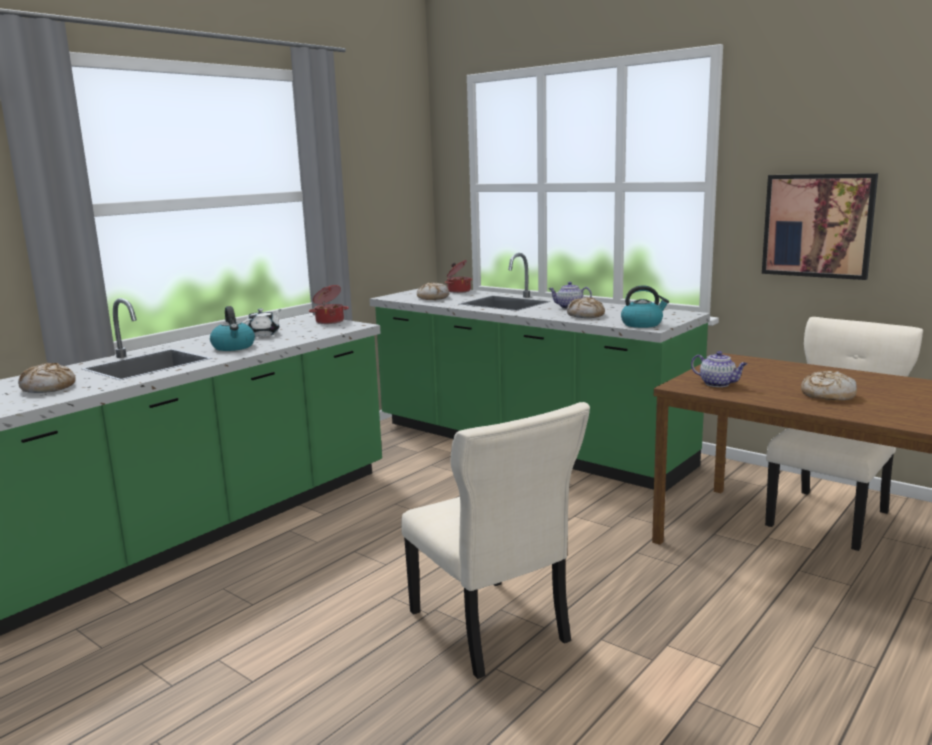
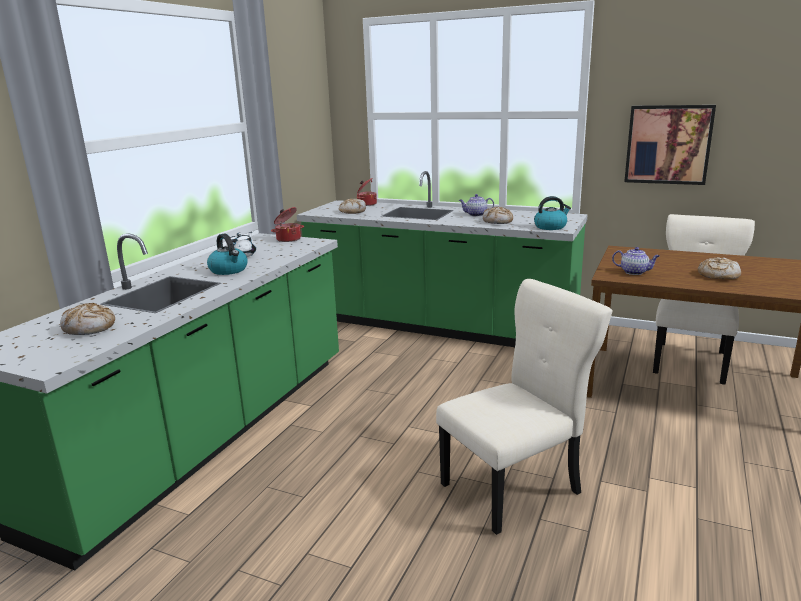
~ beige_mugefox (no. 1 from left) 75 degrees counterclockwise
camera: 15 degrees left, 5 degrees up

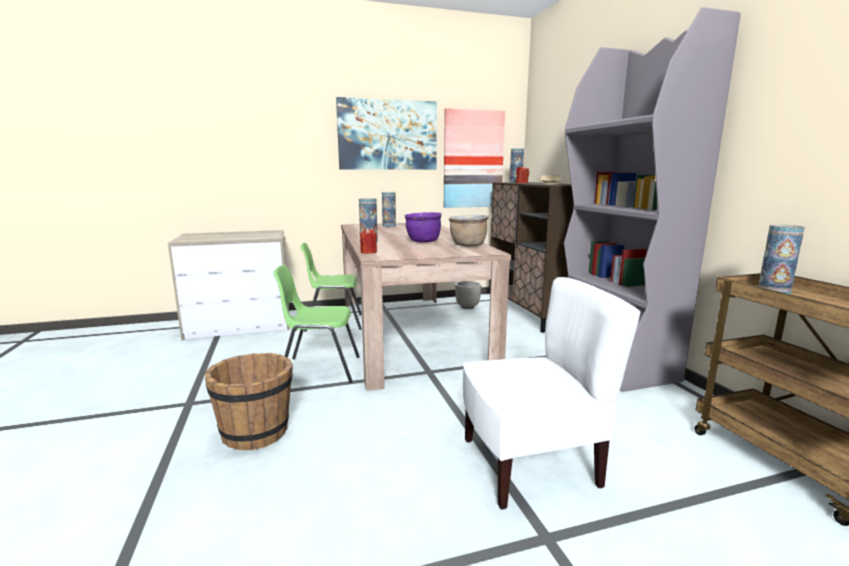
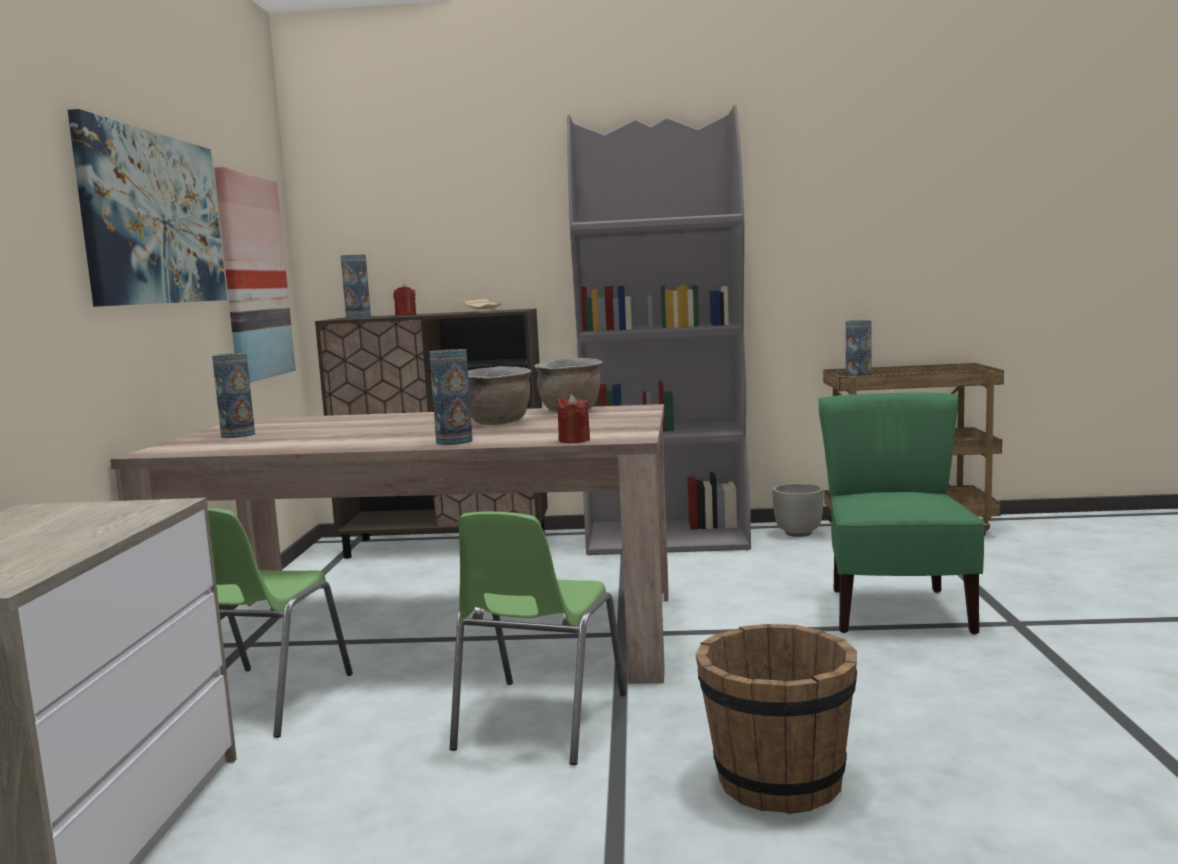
~ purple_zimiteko to brown_zimiteko (no. 1 from left)
~ white_mugefox to green_mugefox (no. 3 from left)
~ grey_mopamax
camera: 70 degrees left, 5 degrees down

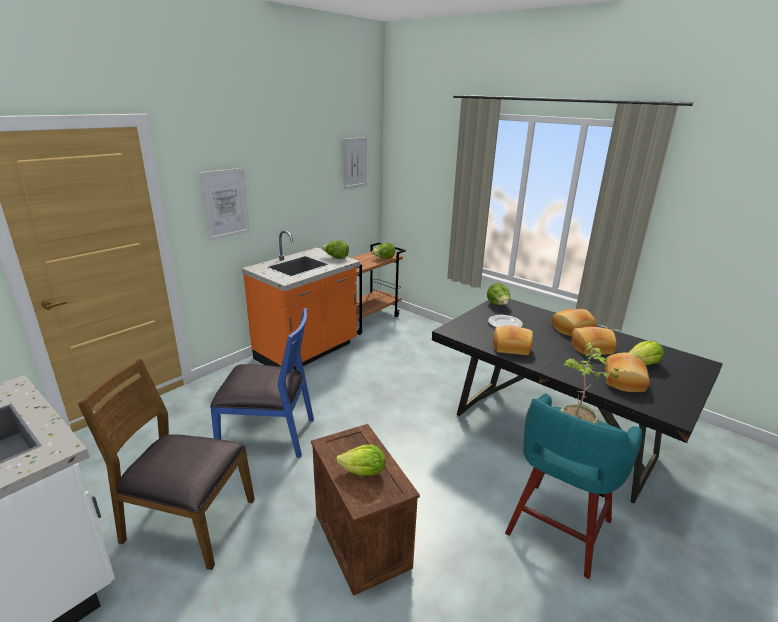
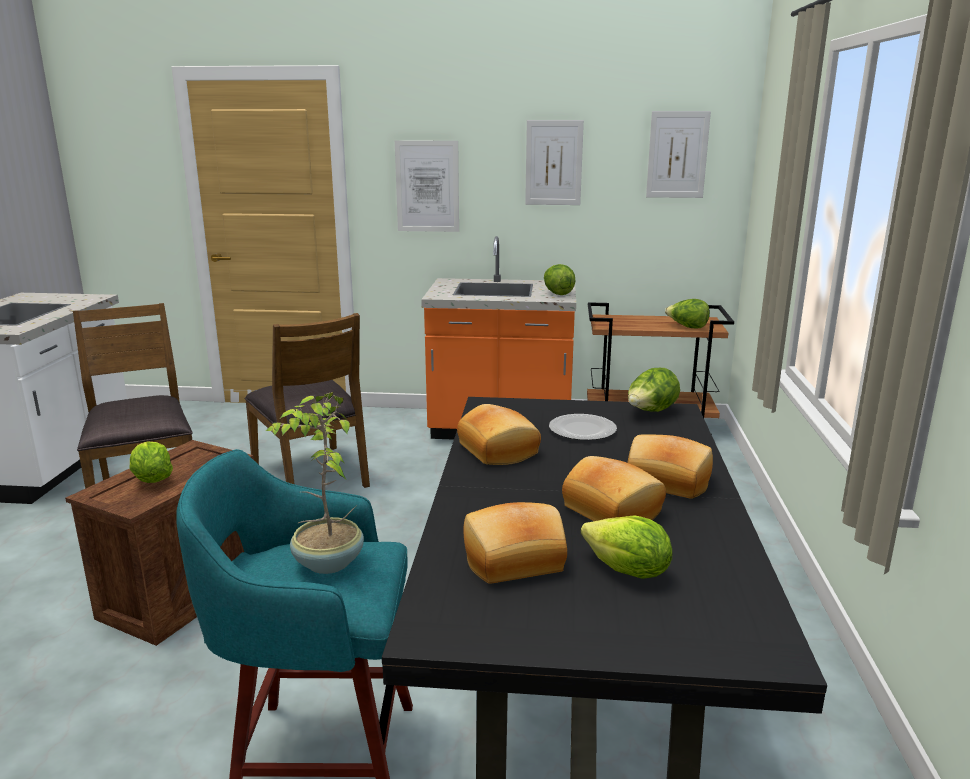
~ blue_mugefox to brown_mugefox (no. 2 from left)
+ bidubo (no. 2 from left)
camera: 55 degrees right, 5 degrees down

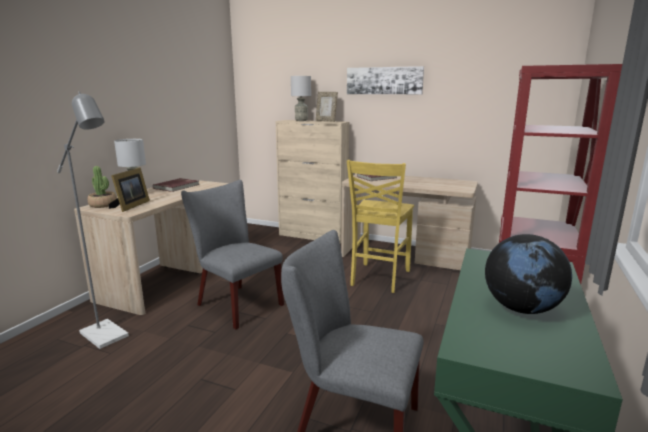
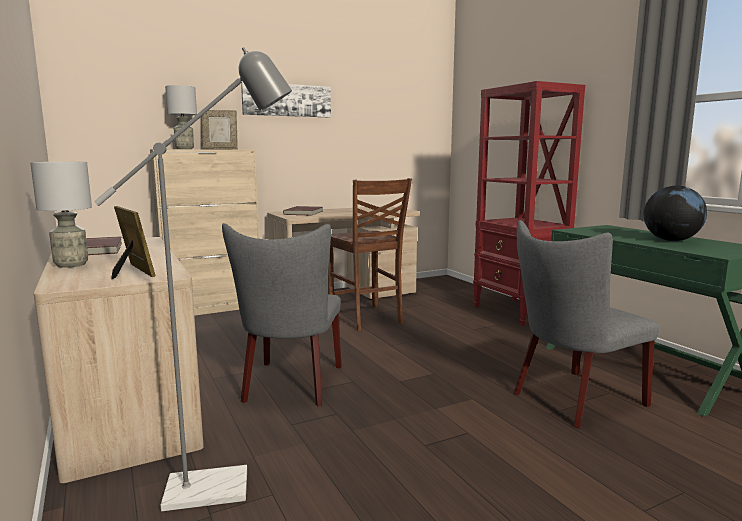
~ yellow_mugefox to brown_mugefox
- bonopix
~ grey_mugefox (no. 1 from left) 75 degrees counterclockwise
camera: 50 degrees left, 5 degrees down

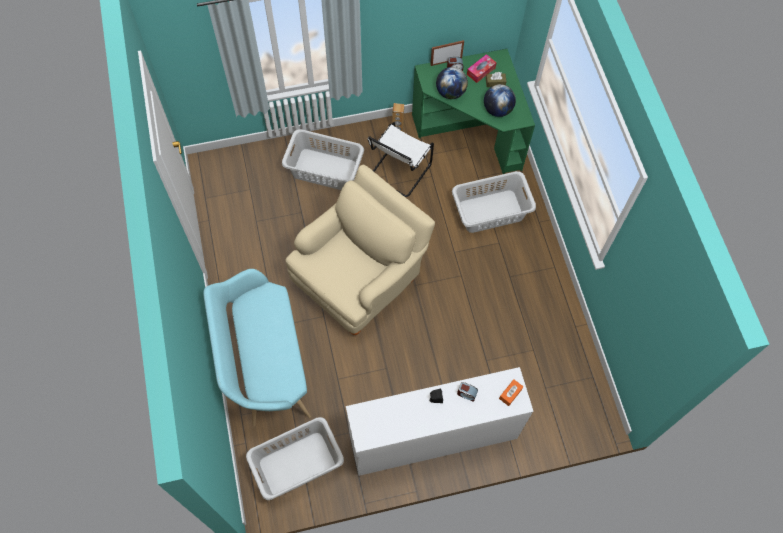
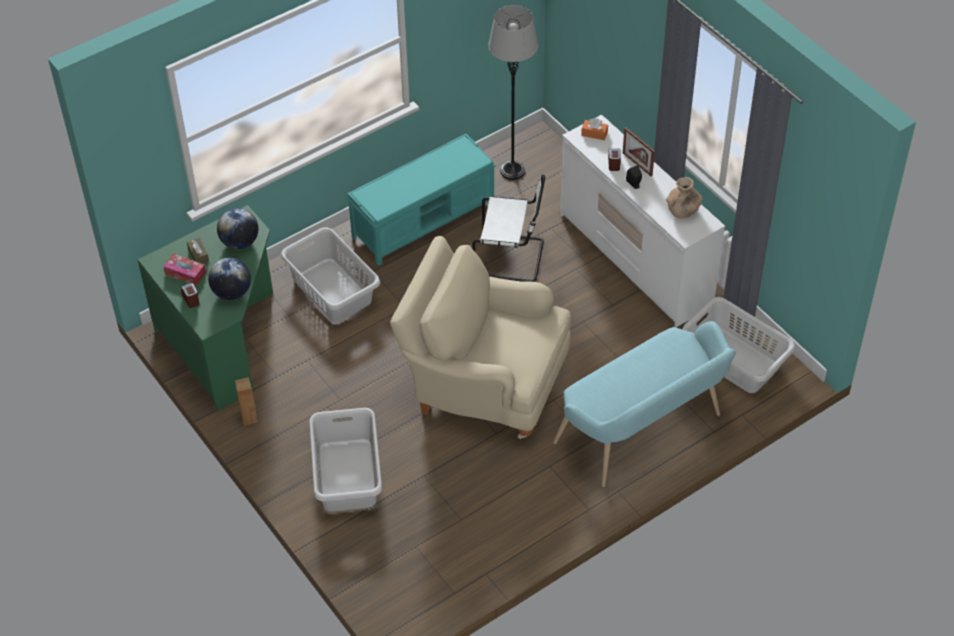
~ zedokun
~ white_mugefox
+ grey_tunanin
+ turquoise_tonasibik (no. 1 from left)
+ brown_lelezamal
camera: 110 degrees left, 15 degrees down

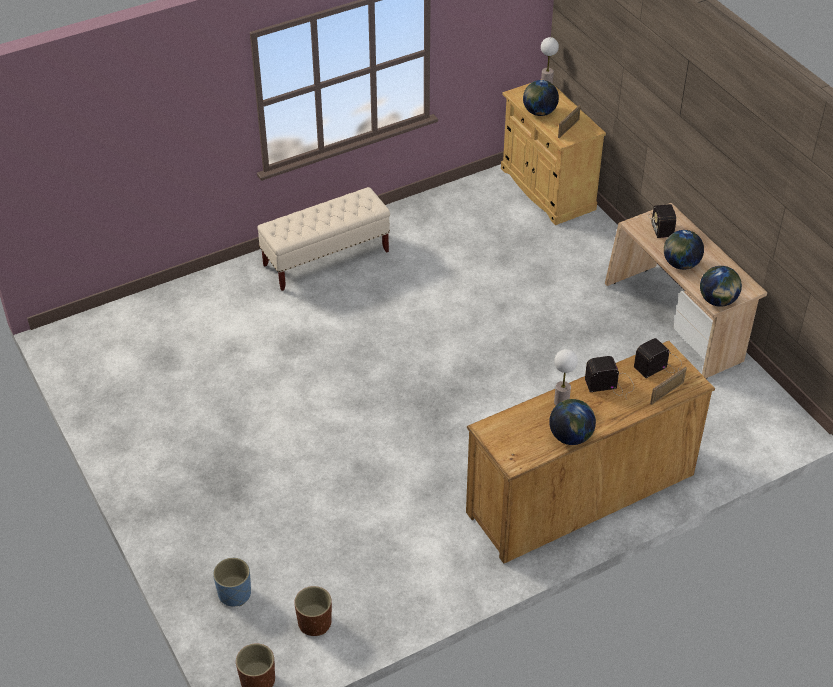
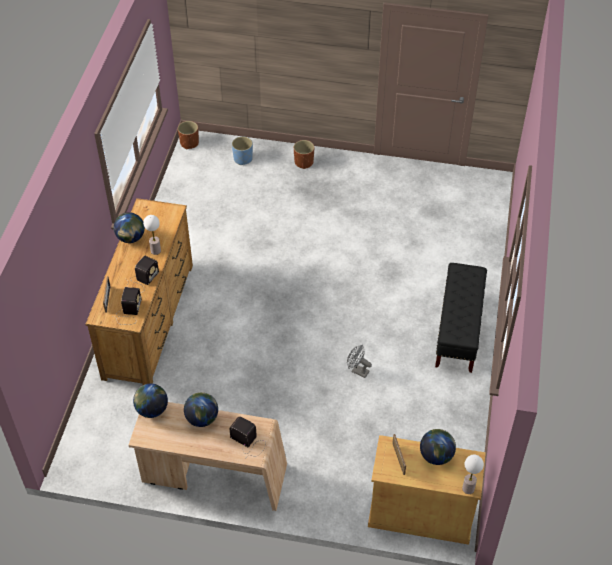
~ beige_tonasibik to black_tonasibik
~ brown_mopamax (no. 2 from left)
+ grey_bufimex
camera: 130 degrees right, 5 degrees up

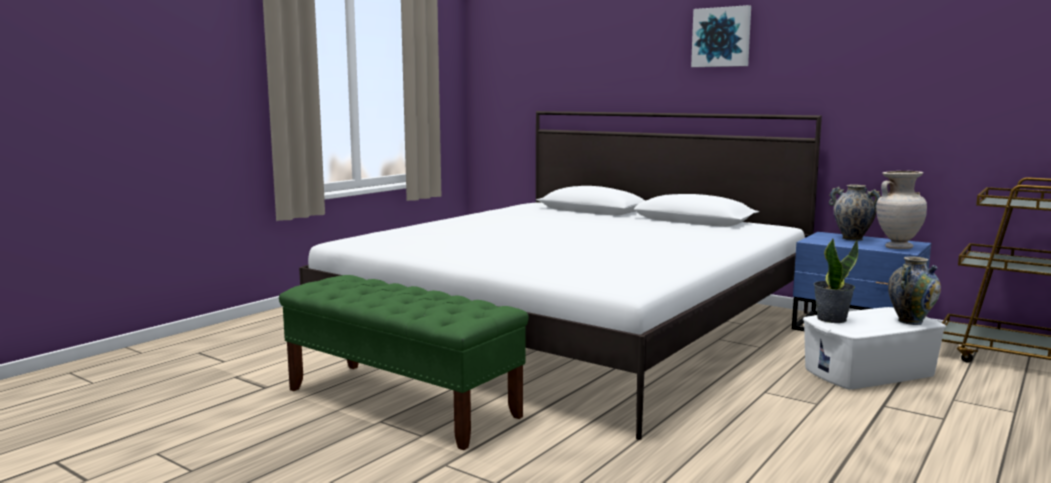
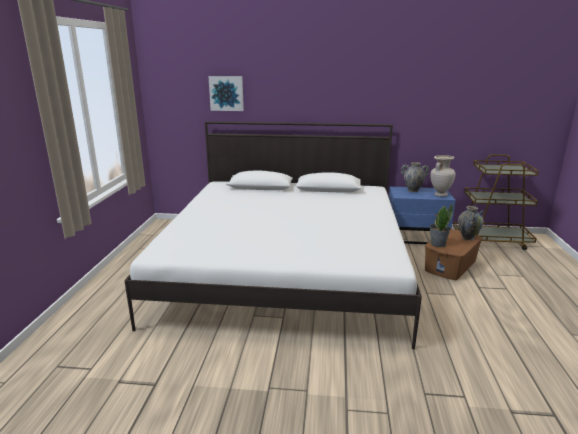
~ bidubo
- green_tonasibik
~ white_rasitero to brown_rasitero
camera: 30 degrees left, 10 degrees up

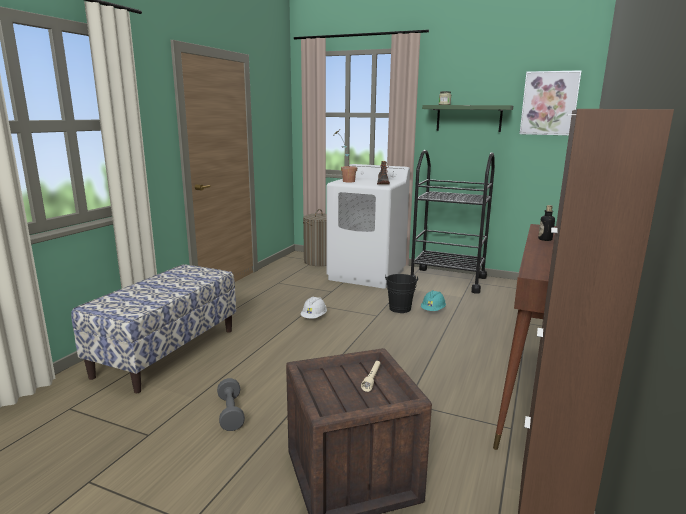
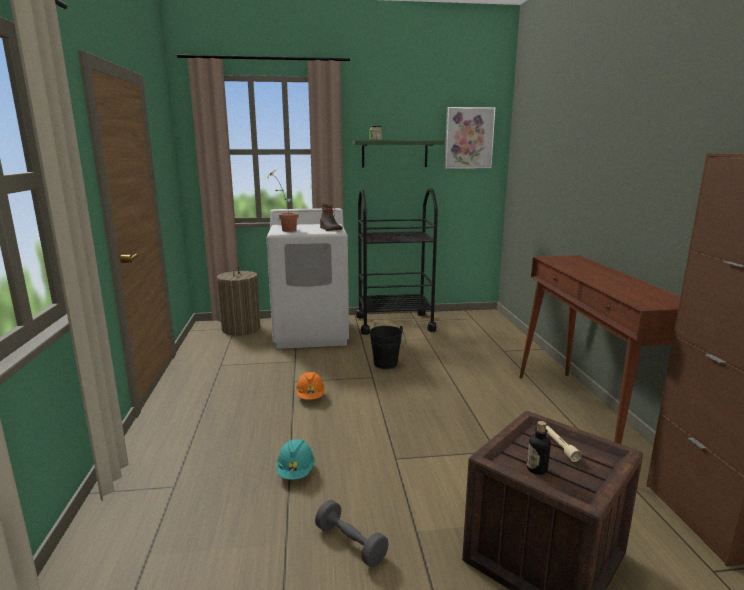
~ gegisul
- tonasibik
~ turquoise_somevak
~ white_somevak to orange_somevak
camera: 30 degrees left, 0 degrees up

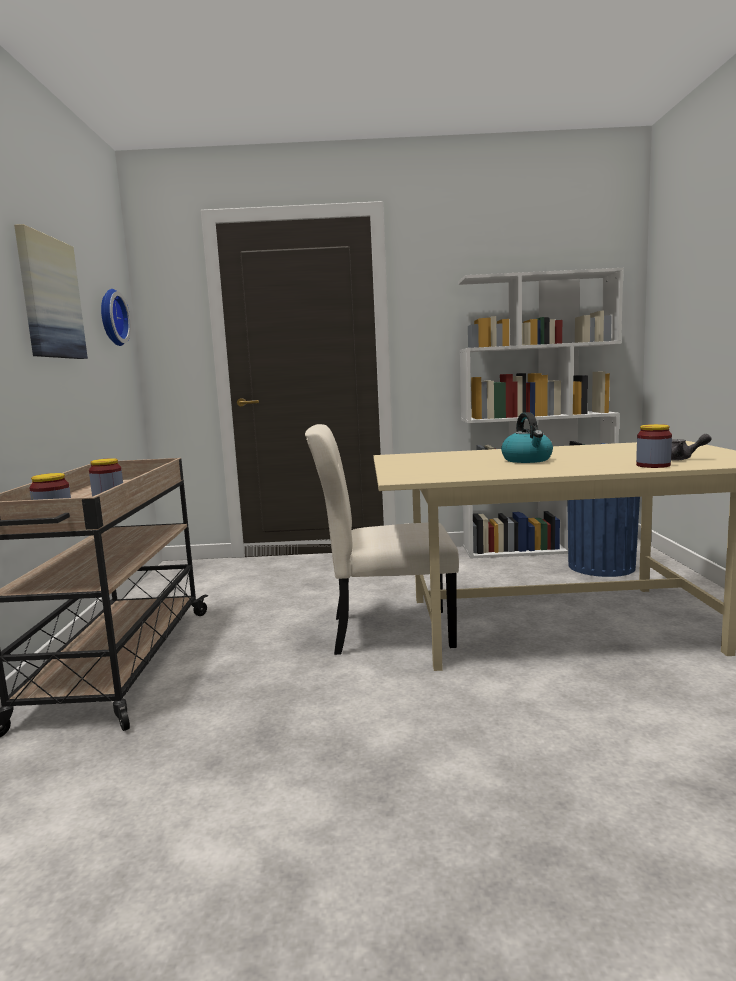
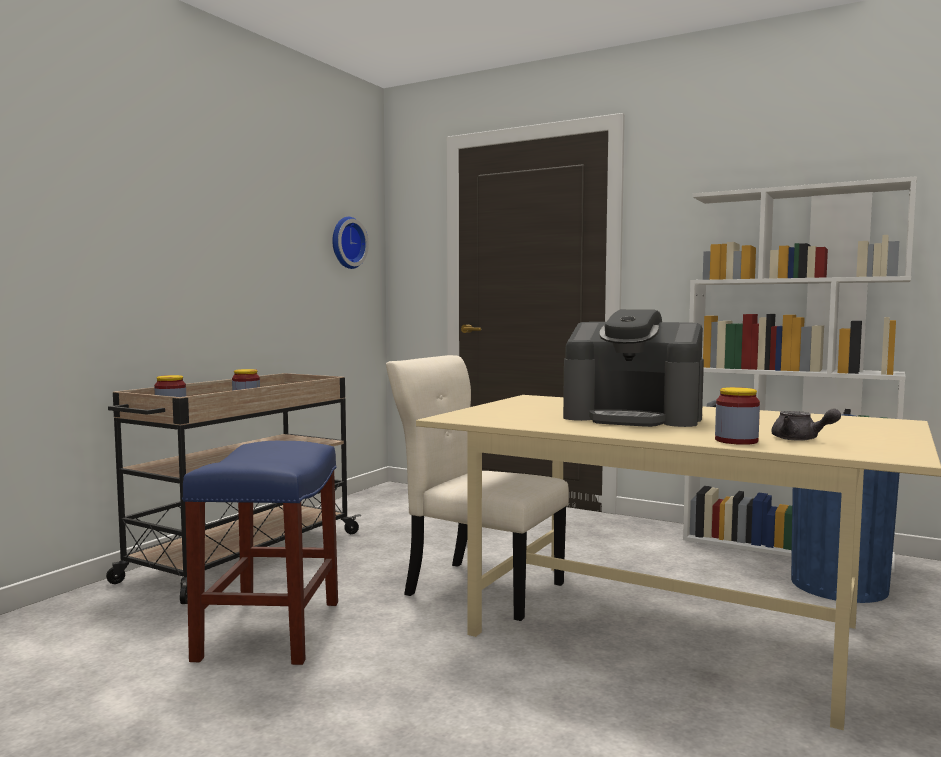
- bidubo
~ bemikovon to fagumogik
+ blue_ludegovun
camera: 30 degrees right, 5 degrees down

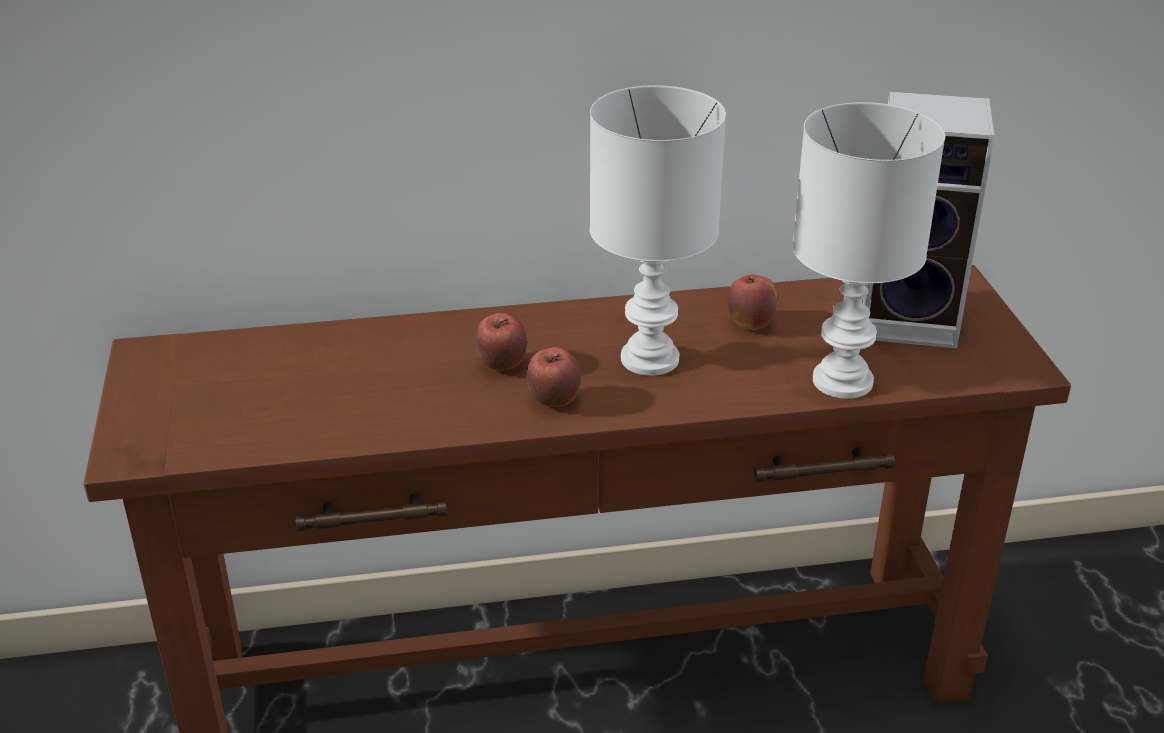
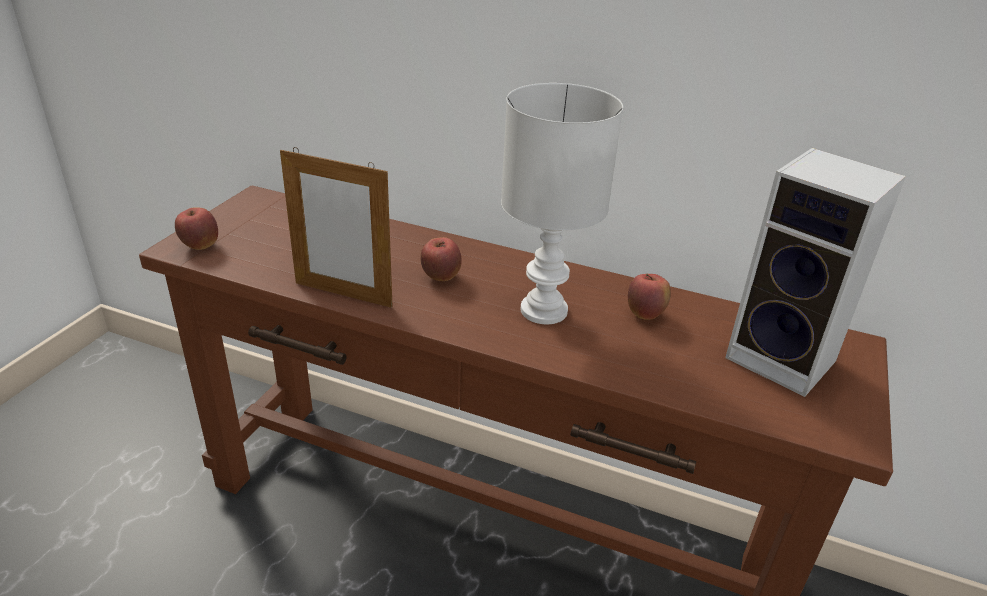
- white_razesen (no. 2 from left)
~ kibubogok (no. 2 from left in the first image) to kibubogok (no. 1 from left)
+ zedokun
camera: 30 degrees right, 0 degrees up

